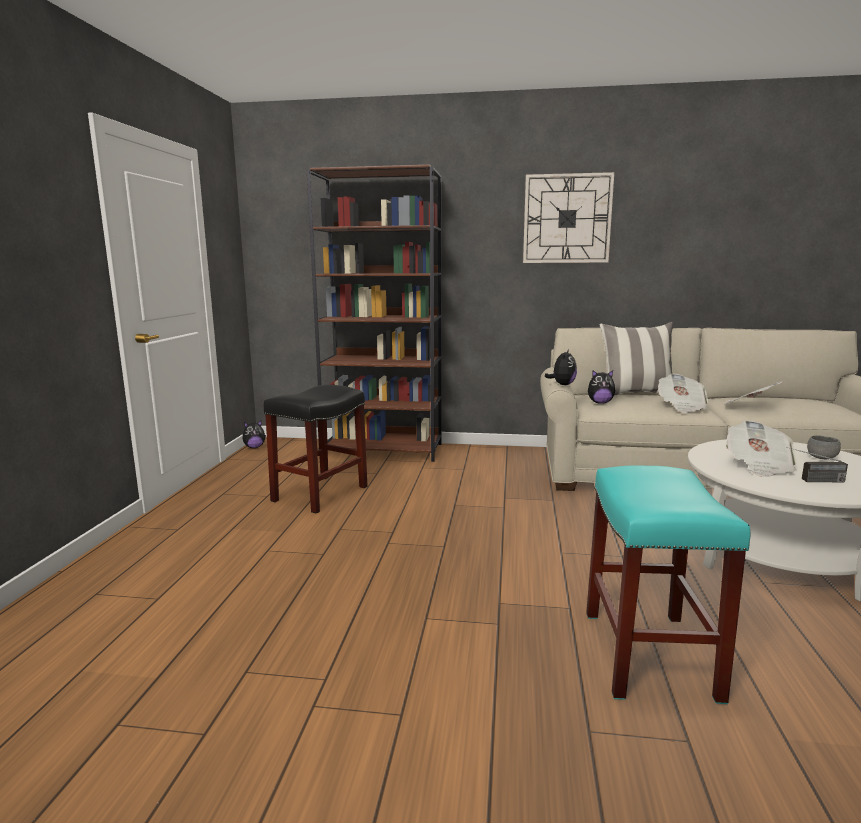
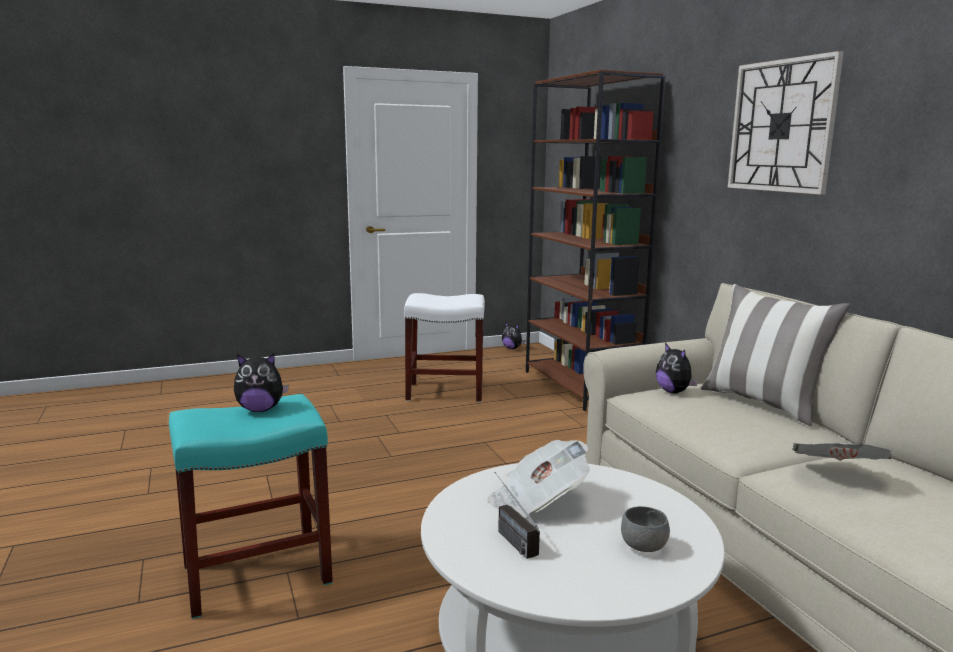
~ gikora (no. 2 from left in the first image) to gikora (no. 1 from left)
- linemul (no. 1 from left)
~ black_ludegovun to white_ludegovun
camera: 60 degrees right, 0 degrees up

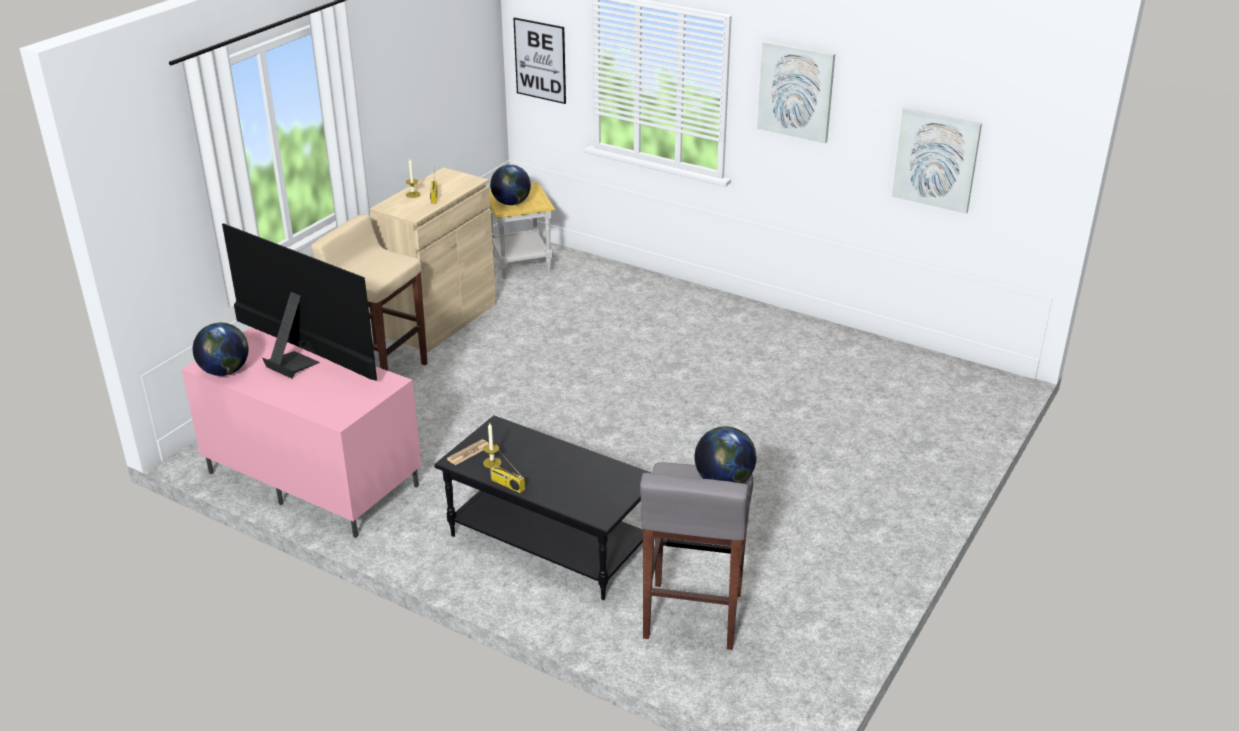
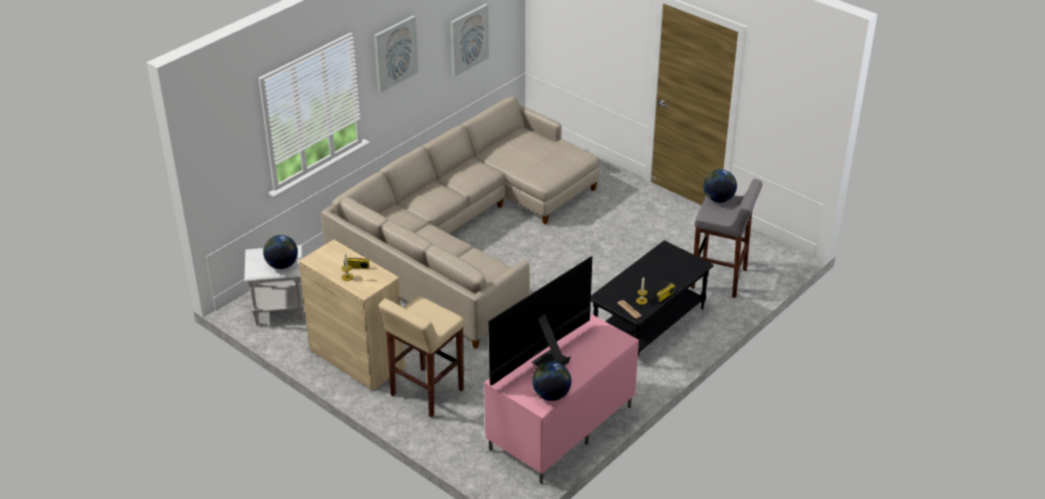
- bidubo (no. 1 from left)
~ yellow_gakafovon to white_gakafovon
+ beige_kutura
camera: 80 degrees left, 5 degrees up

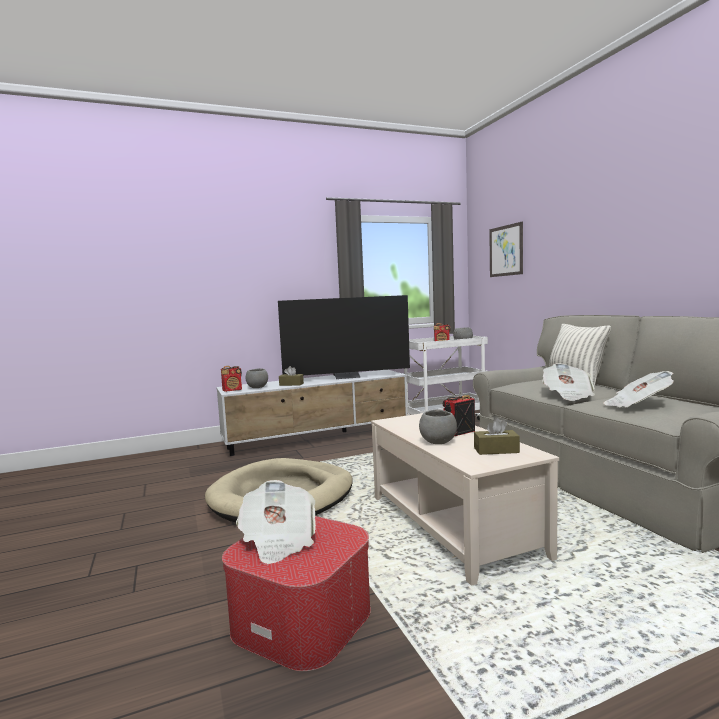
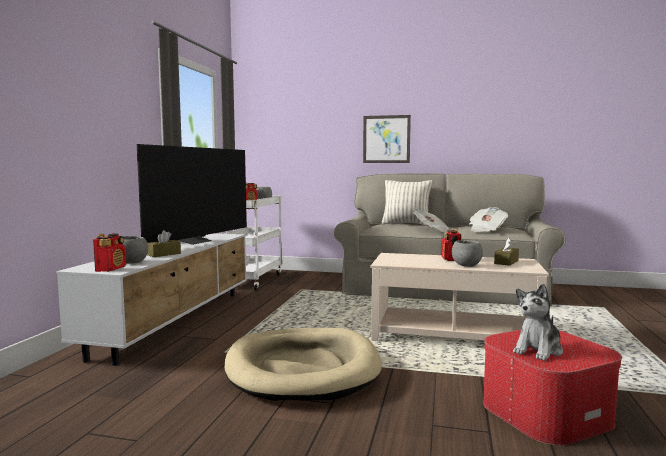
~ bidubo
~ linemul (no. 1 from left) to gikora
camera: 55 degrees left, 0 degrees up

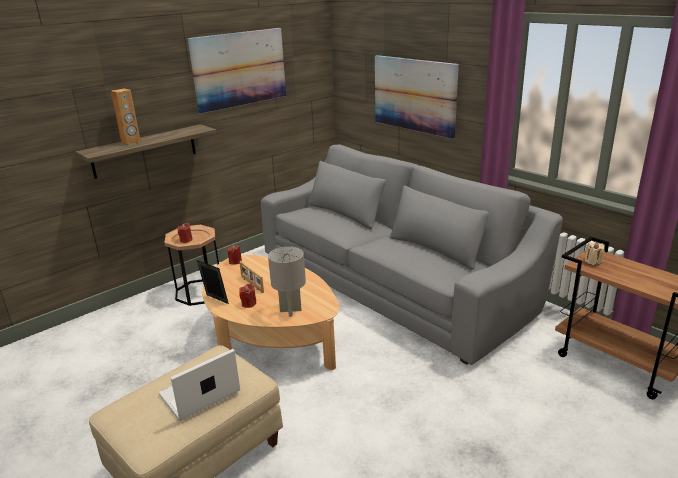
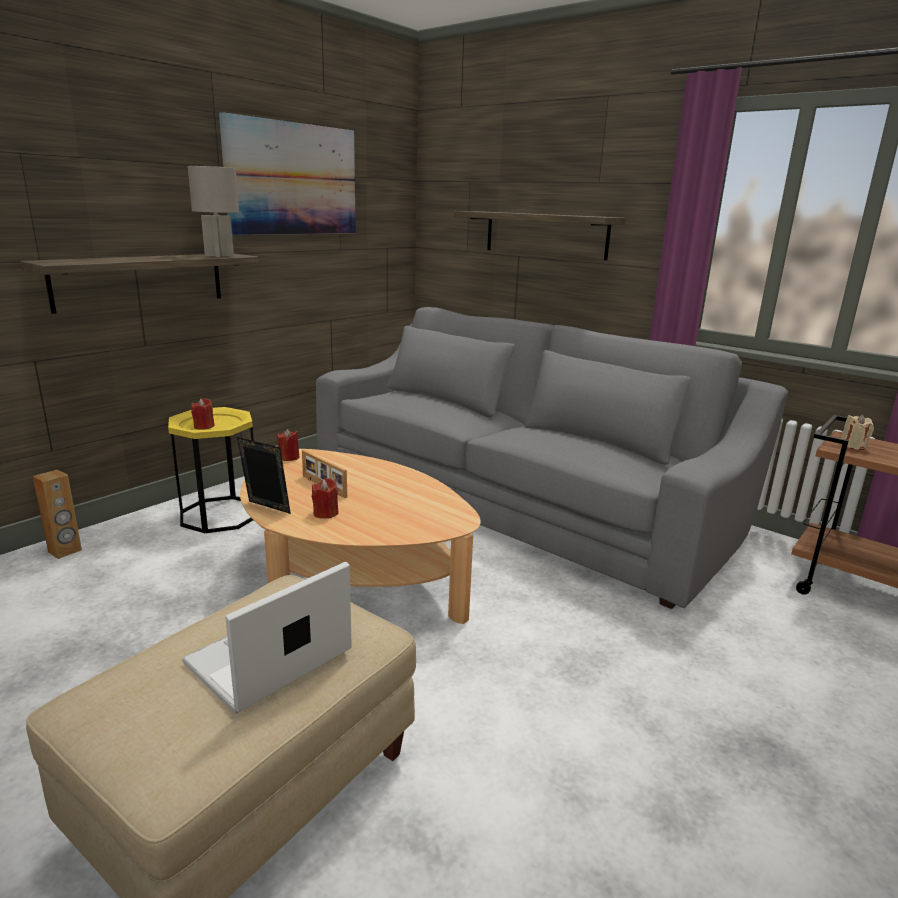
~ bidubo (no. 2 from left) to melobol (no. 2 from left)
~ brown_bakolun
~ brown_gakafovon to yellow_gakafovon
~ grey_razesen
camera: 10 degrees left, 5 degrees down

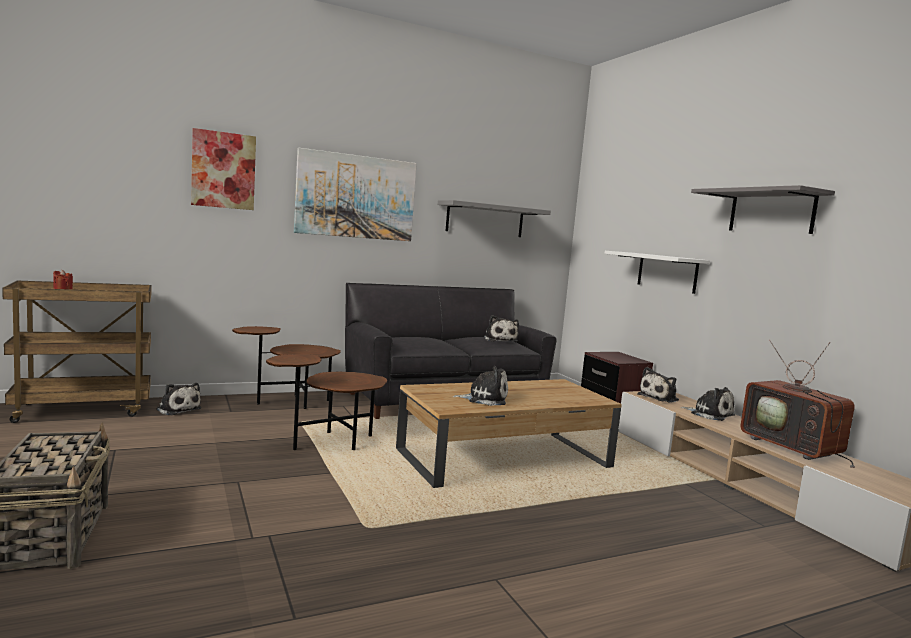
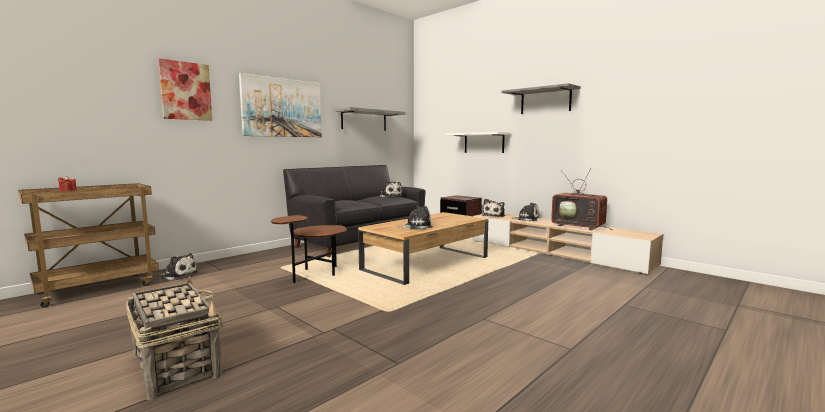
- brown_gakafovon (no. 1 from left)
camera: 20 degrees left, 0 degrees up

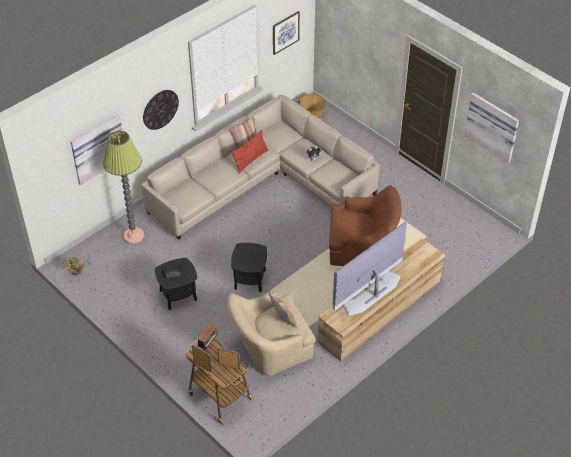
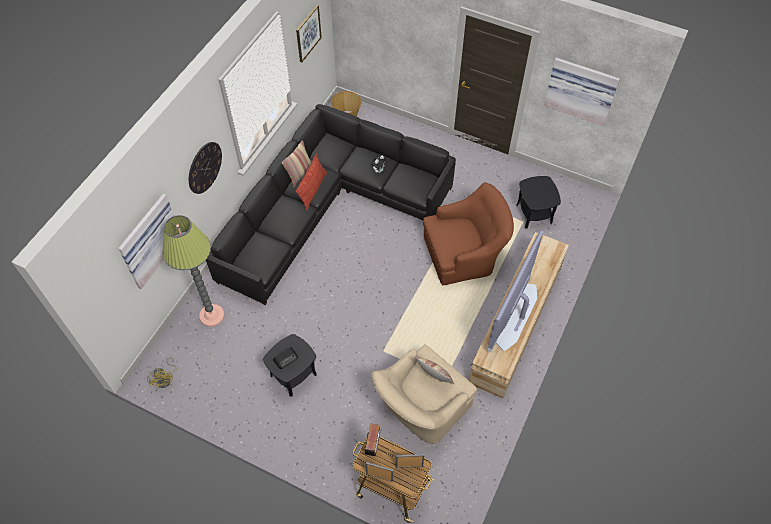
~ beige_kutura to black_kutura
~ black_gakafovon (no. 2 from left)
camera: 20 degrees left, 10 degrees up

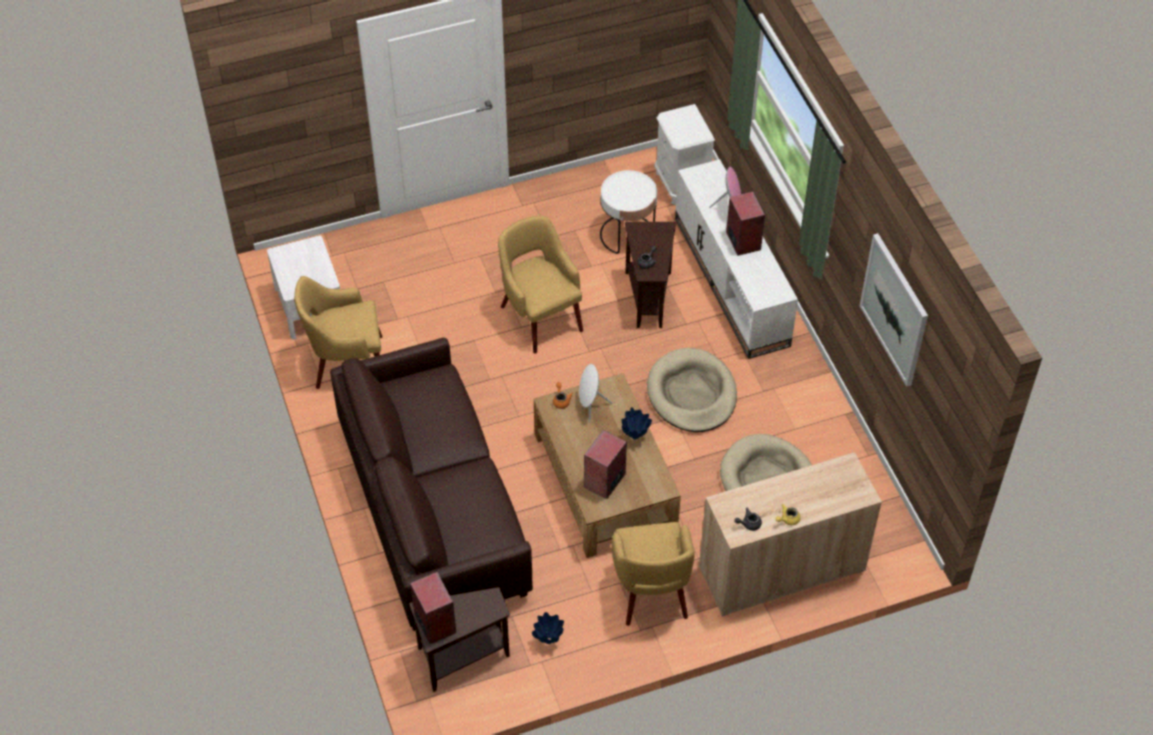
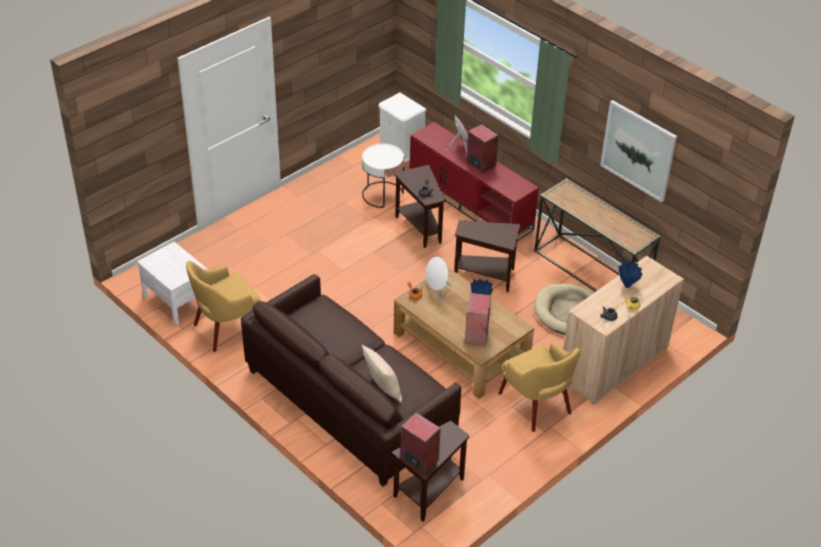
~ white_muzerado to red_muzerado
- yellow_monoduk (no. 2 from left)
~ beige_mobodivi (no. 1 from left) to brown_gakafovon (no. 3 from left)
~ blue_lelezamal (no. 1 from left in the first image) to blue_lelezamal (no. 2 from left)
+ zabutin
+ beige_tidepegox
camera: 25 degrees left, 10 degrees down

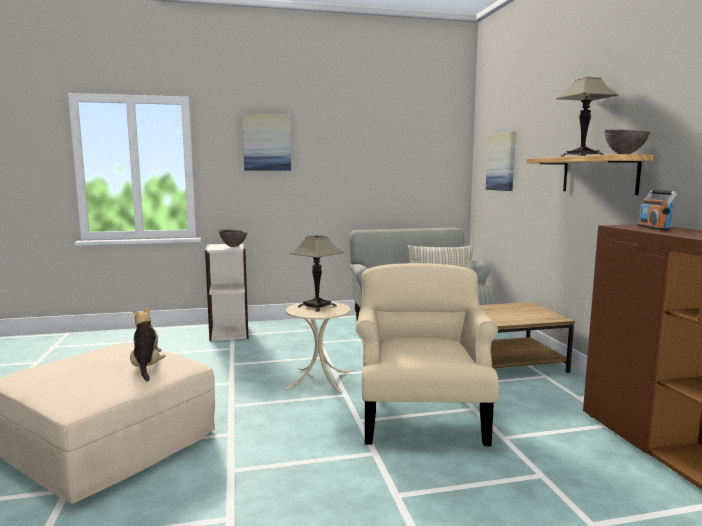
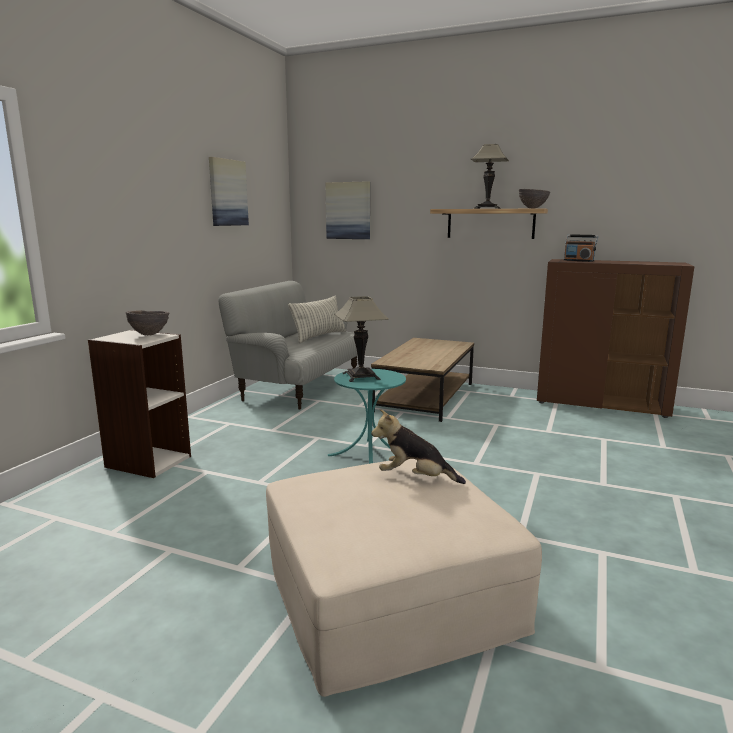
~ bidubo (no. 1 from left)
- beige_monoduk
~ beige_gakafovon to turquoise_gakafovon
camera: 55 degrees left, 5 degrees up

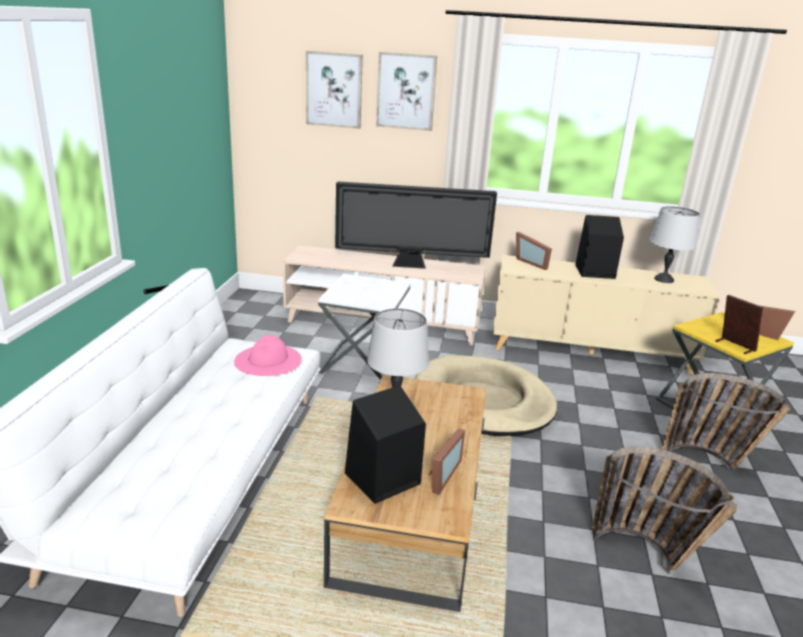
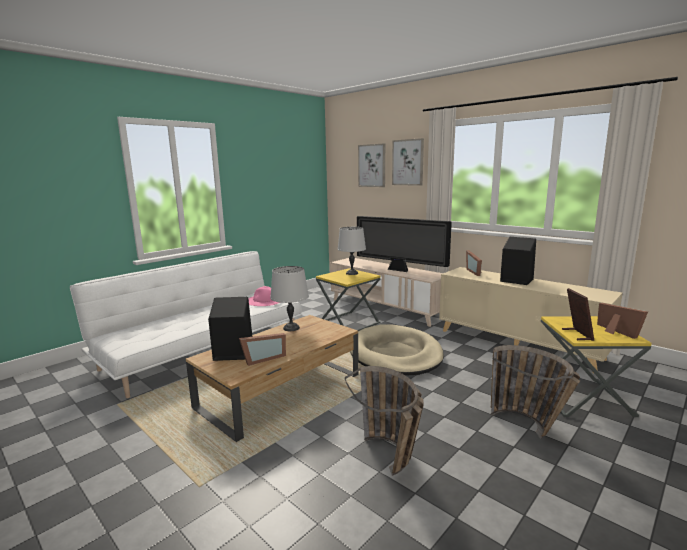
~ grey_razesen (no. 2 from left)
~ white_gakafovon to yellow_gakafovon (no. 1 from left)
camera: 35 degrees right, 10 degrees down

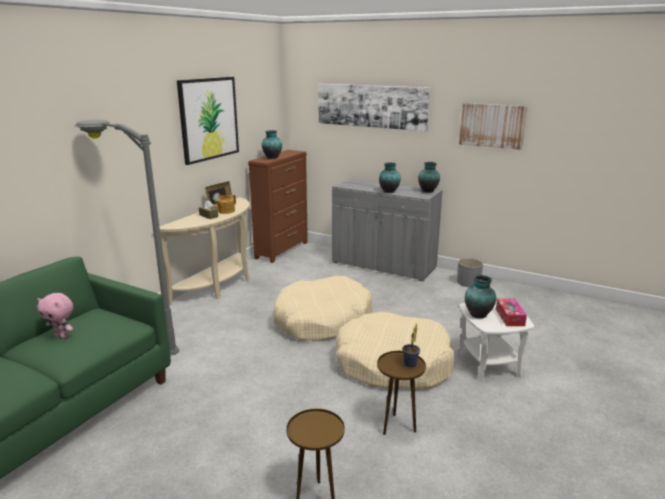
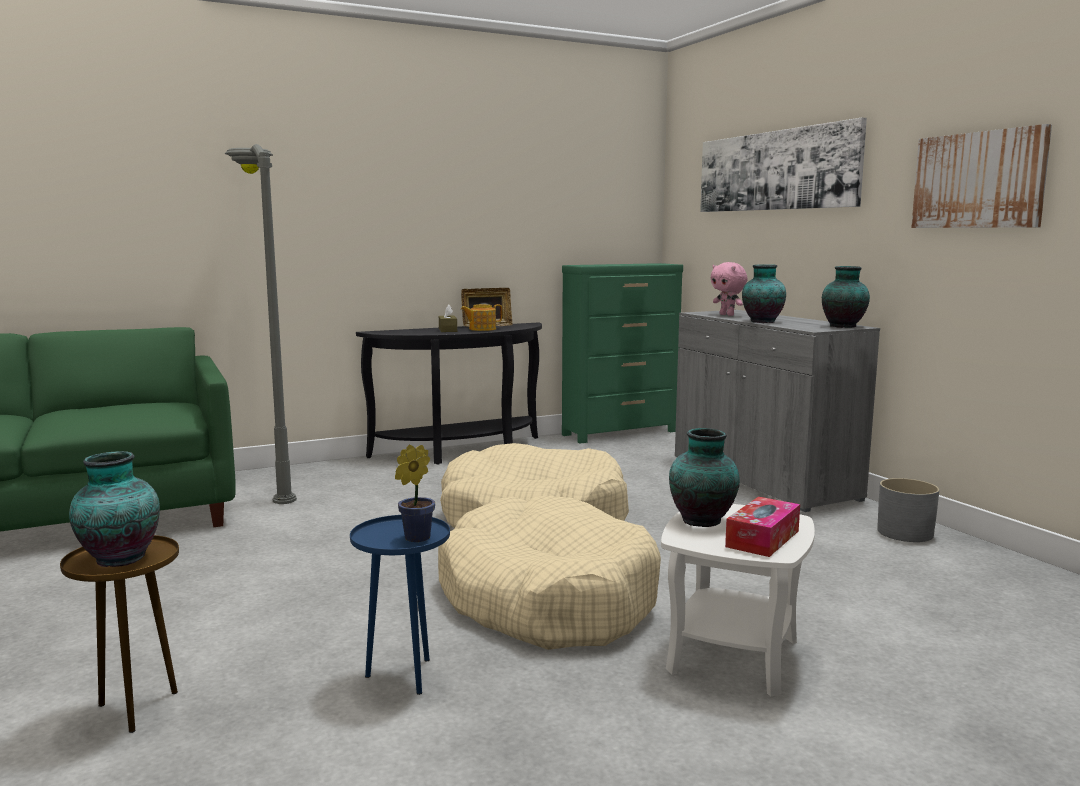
- bidubo (no. 1 from left)
~ lelezamal (no. 1 from left)
~ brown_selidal to green_selidal
~ beige_zabutin to black_zabutin
~ pink_gikora
~ brown_gakafovon (no. 2 from left) to blue_gakafovon
camera: 35 degrees right, 10 degrees down

